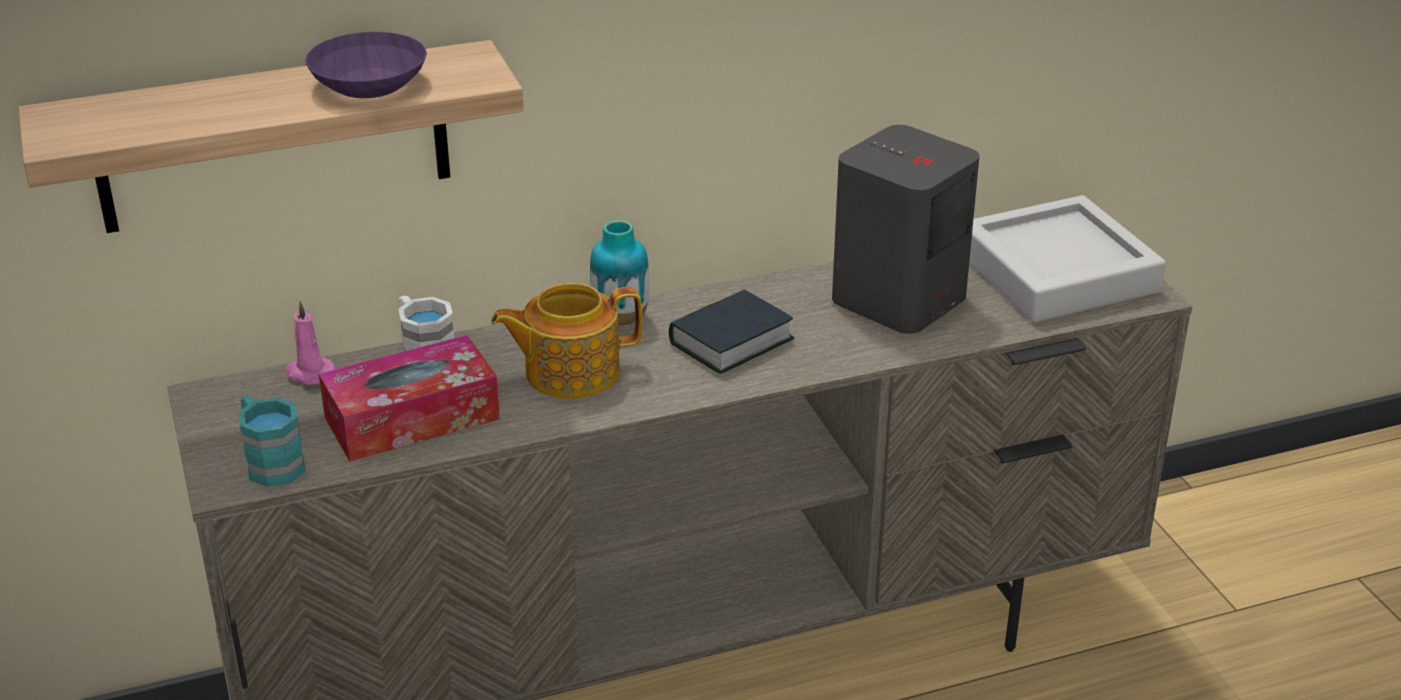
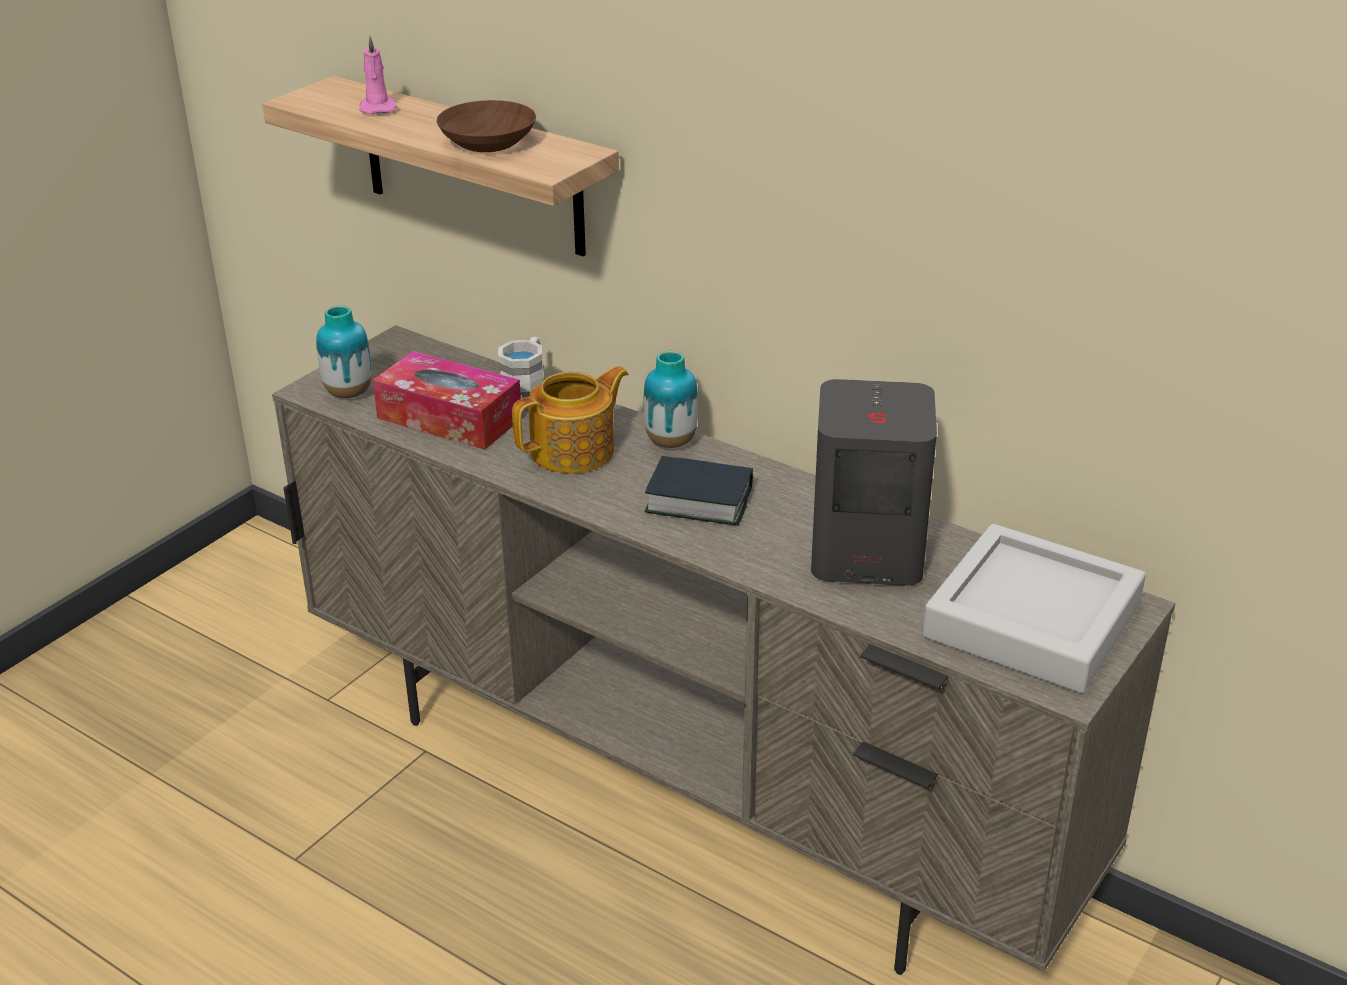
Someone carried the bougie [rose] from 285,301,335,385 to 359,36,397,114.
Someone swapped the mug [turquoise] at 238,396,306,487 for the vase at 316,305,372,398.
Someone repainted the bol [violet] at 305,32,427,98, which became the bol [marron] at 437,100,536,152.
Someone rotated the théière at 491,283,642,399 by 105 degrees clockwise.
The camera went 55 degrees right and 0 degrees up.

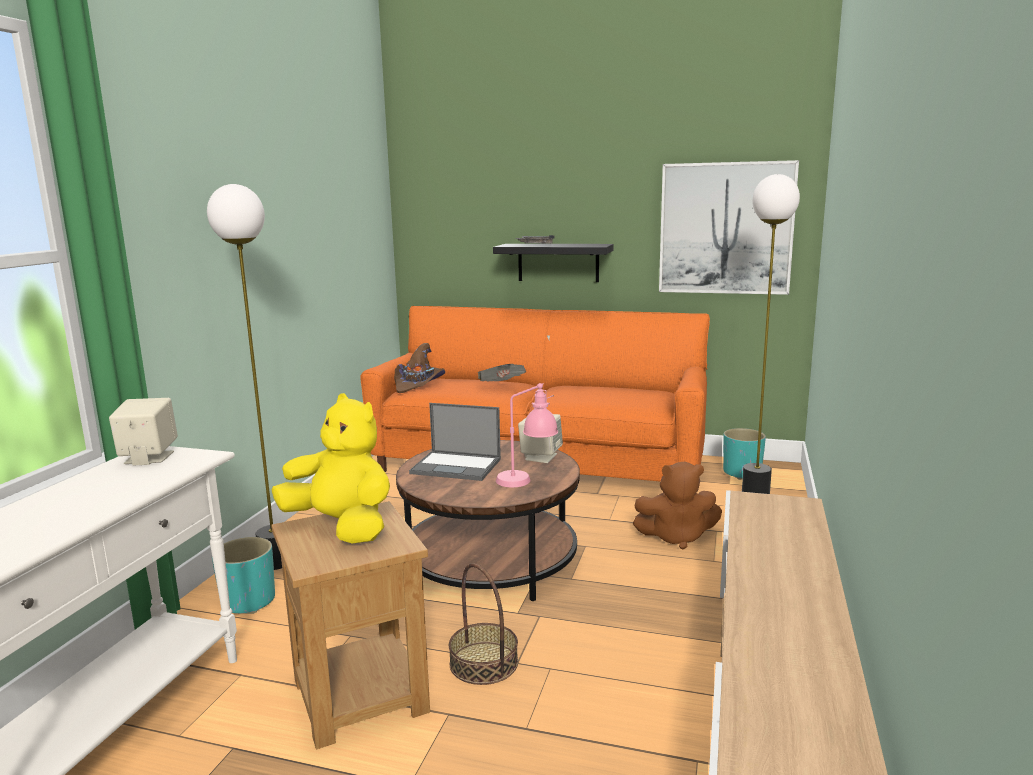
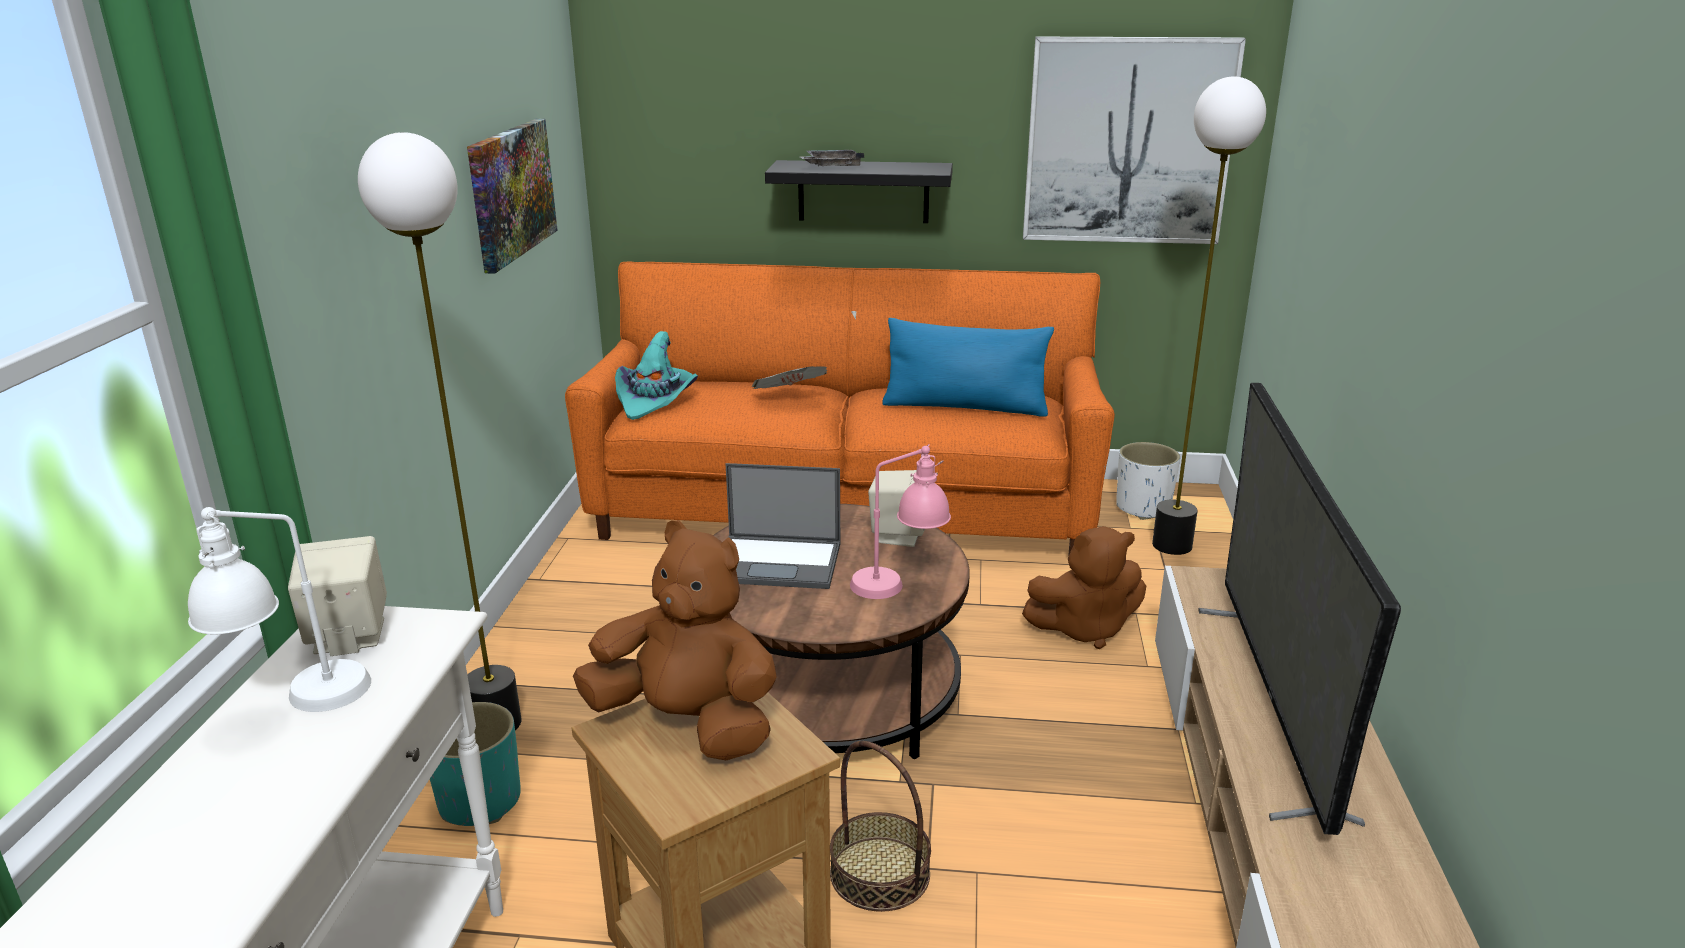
Someone put down the lampe de table [blanc] at 188,507,371,712.
Someone put up the tableau at 467,119,558,274.
Someone put down the coussin [bleu] at 882,318,1054,417.
Someone put down the téléviseur at 1198,383,1401,835.
Someone repainted the peluche [jaune] at 271,393,390,544, which became the peluche [marron] at 573,520,776,760.
Someone repainted the chapeau [marron] at 394,343,445,393, which became the chapeau [turquoise] at 615,331,698,420.
Someone repainted the cache-pot [turquoise] at 723,428,766,480, which became the cache-pot [blanc] at 1116,442,1180,520.
The camera went 10 degrees left and 10 degrees up.

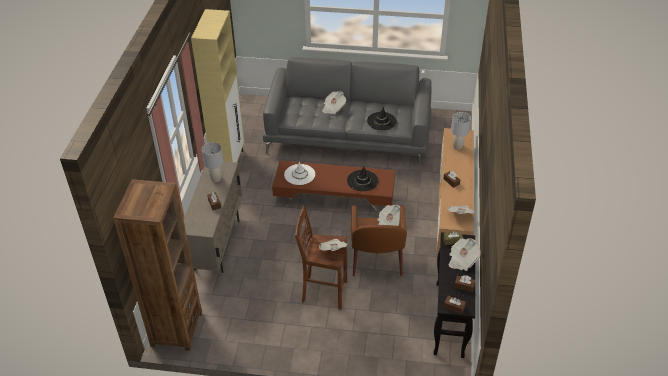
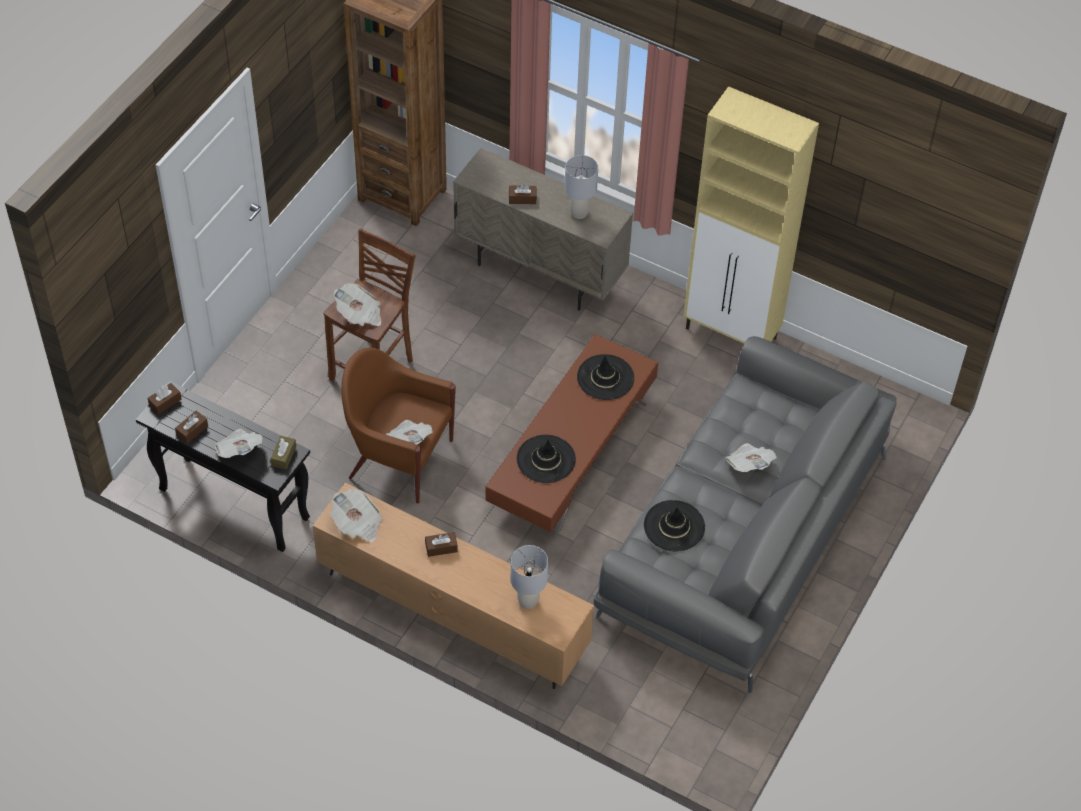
Someone repainted the chapeau [blanc] at 284,161,315,185, which became the chapeau [noir] at 577,354,634,400.
The camera went 110 degrees right and 10 degrees up.

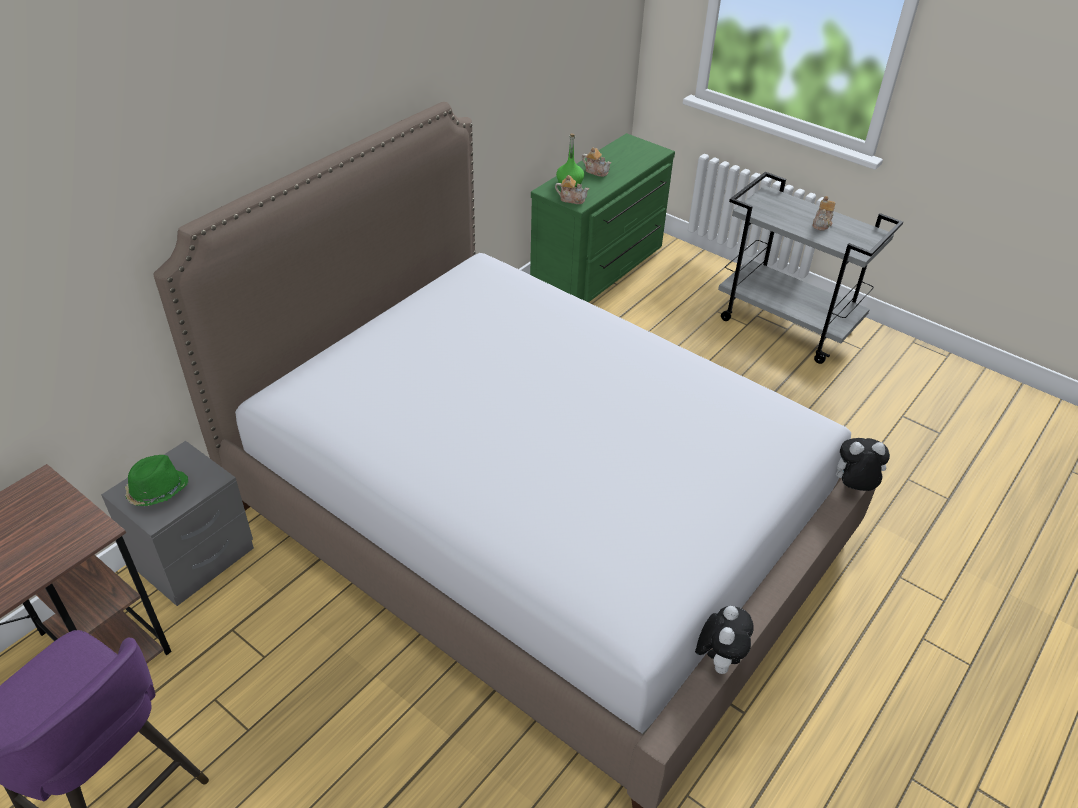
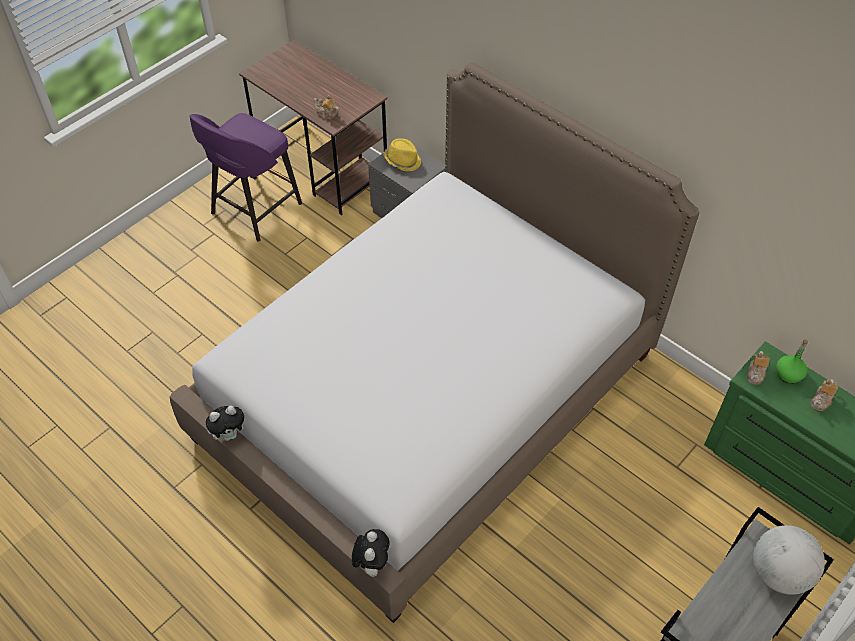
Someone put down the globe at 753,525,825,595.
Someone carried the théière from 812,196,835,230 to 313,95,339,119.
Someone repainted the chapeau [vert] at 125,455,188,506, which became the chapeau [jaune] at 384,138,421,172.
Someone rotated the peluche at 695,606,754,674 by 45 degrees counterclockwise.
The camera went 95 degrees right and 10 degrees up.

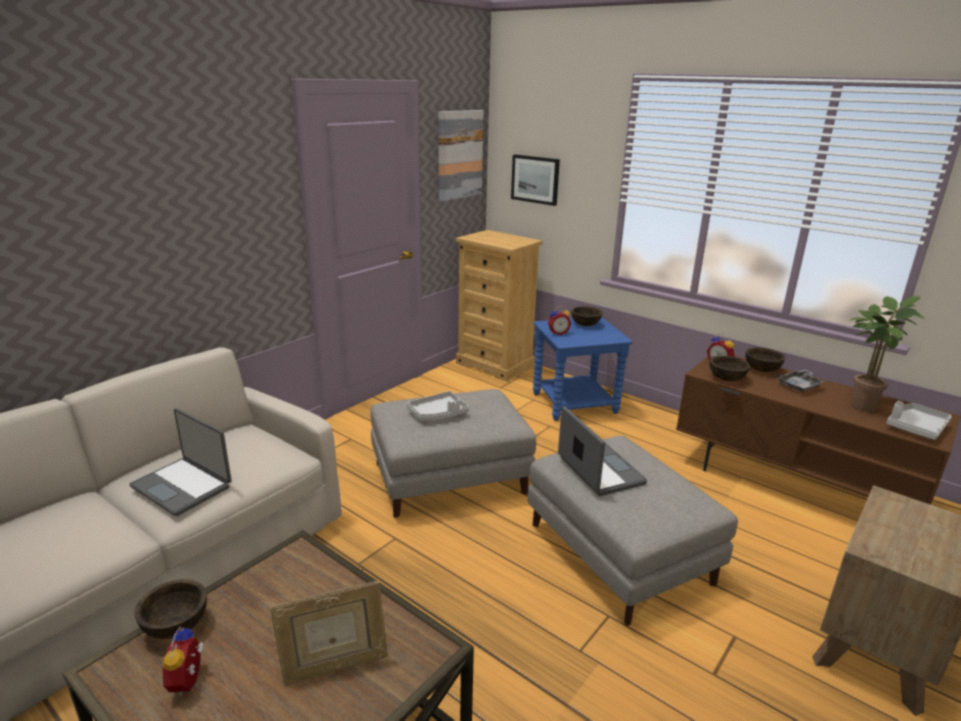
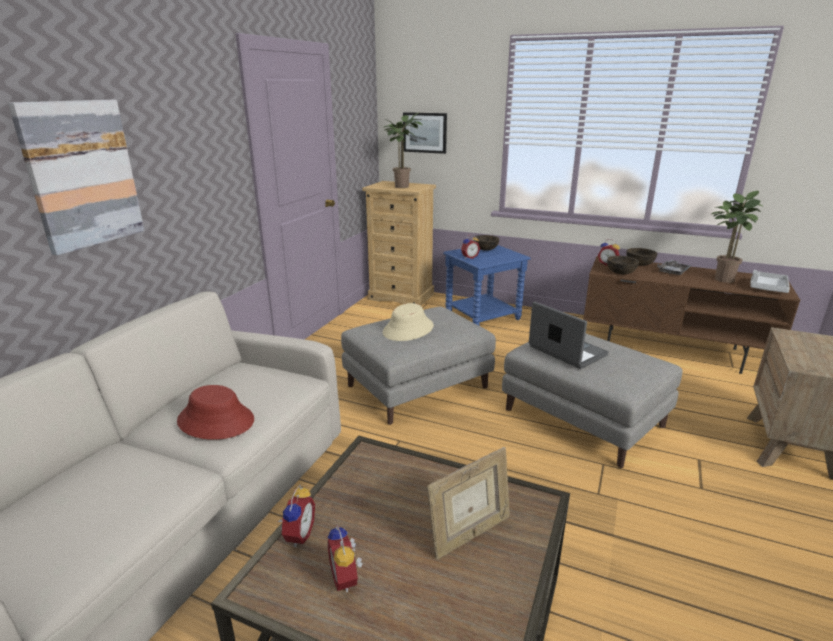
Someone put down the plante en pot at 384,112,422,188.
Someone carried the tableau from 438,110,484,202 to 8,100,145,256.
Someone swapped the ordinateur portable at 129,408,232,517 for the chapeau [rouge] at 177,385,254,440.
Someone swapped the bol [marron] at 134,579,207,639 for the réveil at 278,485,315,547.
Someone swapped the plateau [gris] at 407,391,469,421 for the chapeau [beige] at 383,303,434,341.
The camera went 15 degrees left and 0 degrees up.

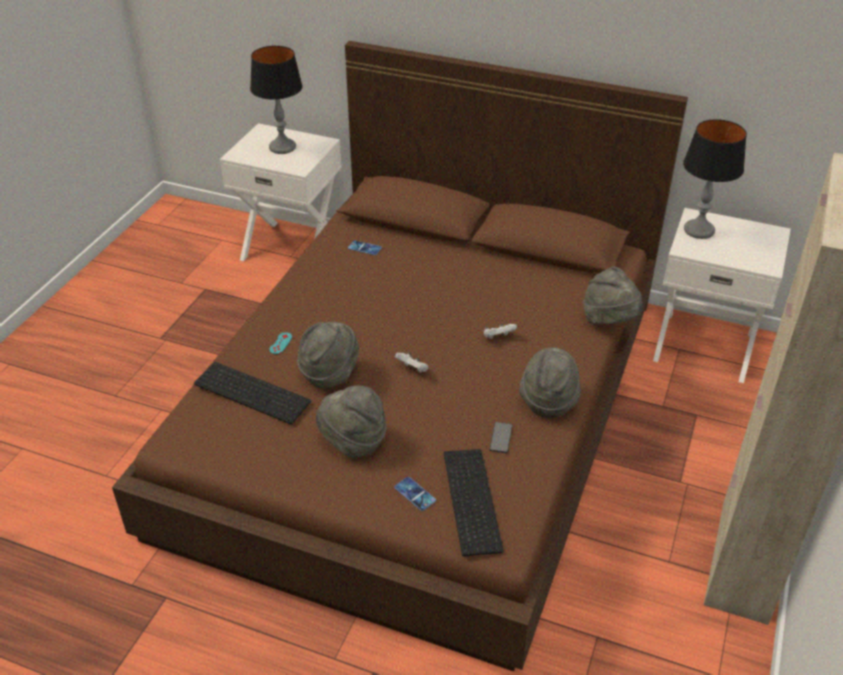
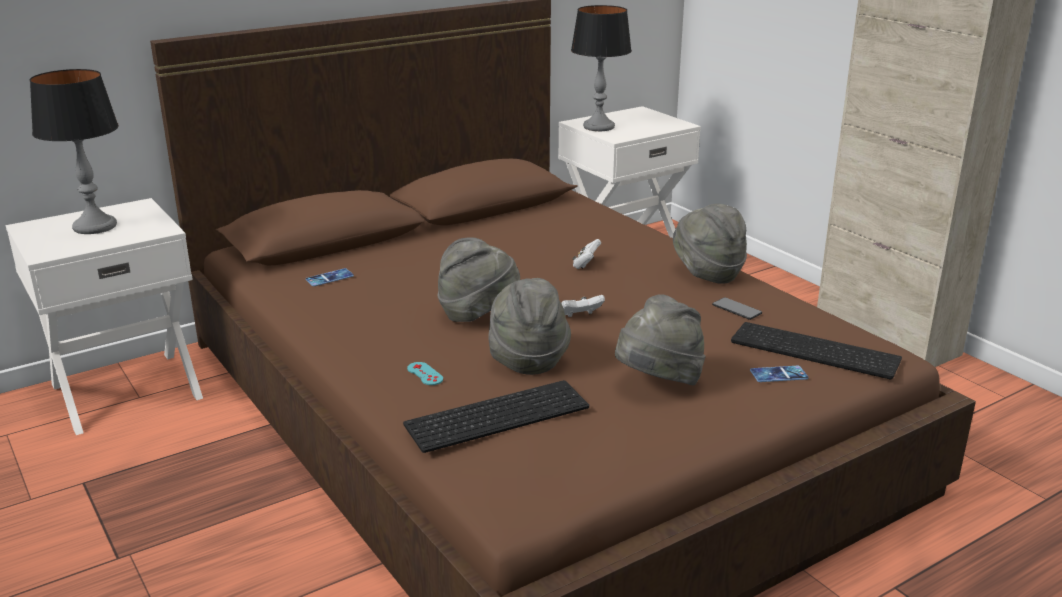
Someone carried the chapeau [gris] from 583,267,643,324 to 438,237,520,322.
The camera went 55 degrees left and 15 degrees down.

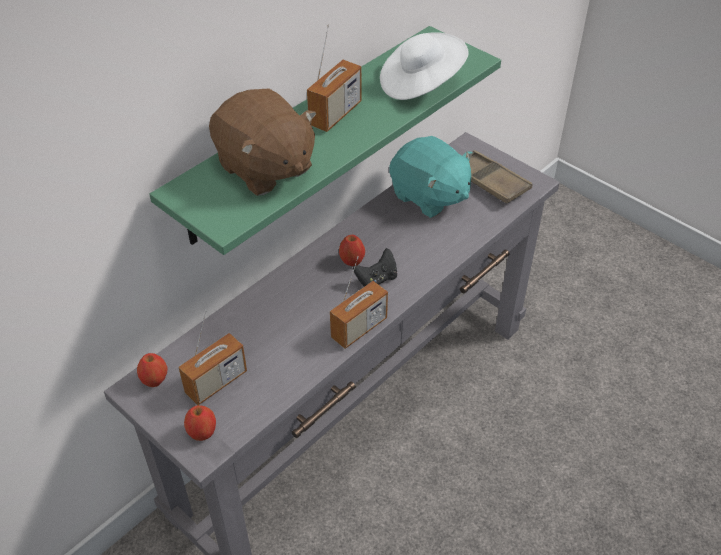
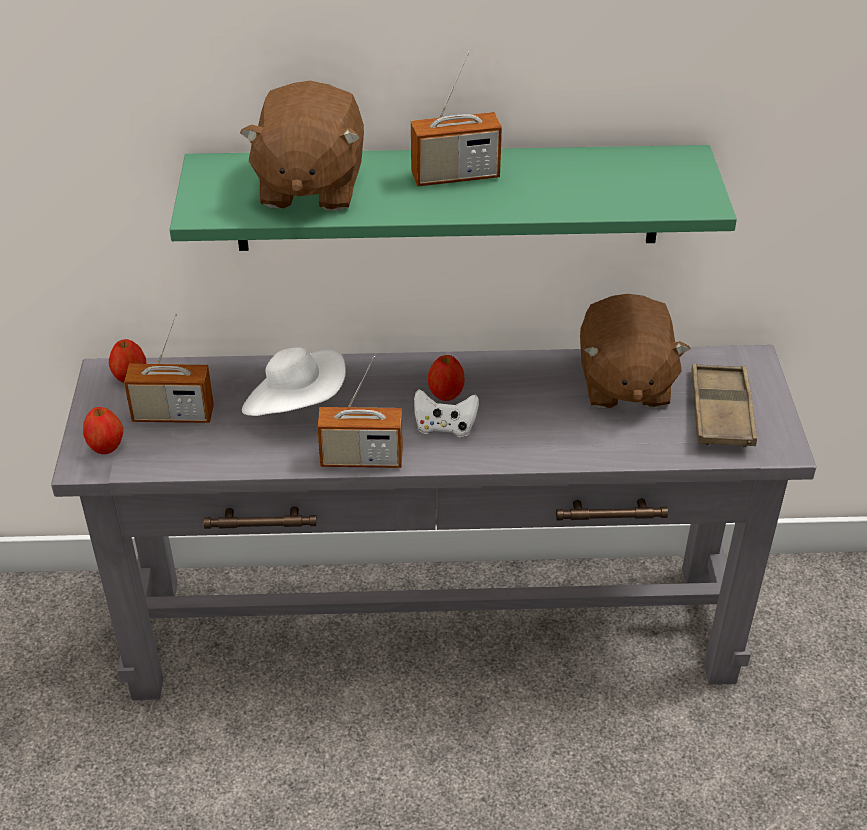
Someone carried the chapeau [blanc] from 380,32,469,100 to 242,347,346,416.
Someone repainted the manette [noir] at 353,248,397,287, which became the manette [blanc] at 414,389,479,438.
Someone repainted the peluche [turquoise] at 389,136,473,218, which became the peluche [marron] at 580,294,690,408.
The camera went 45 degrees right and 5 degrees down.

